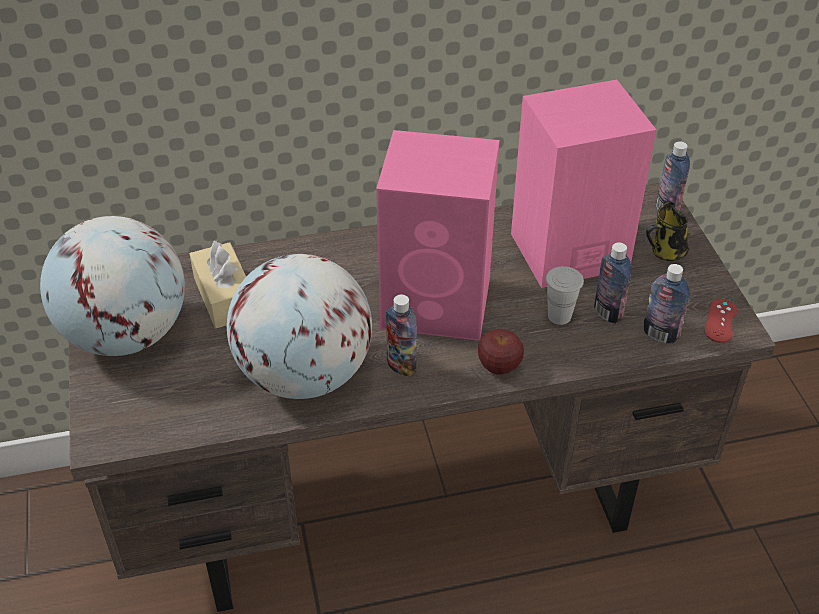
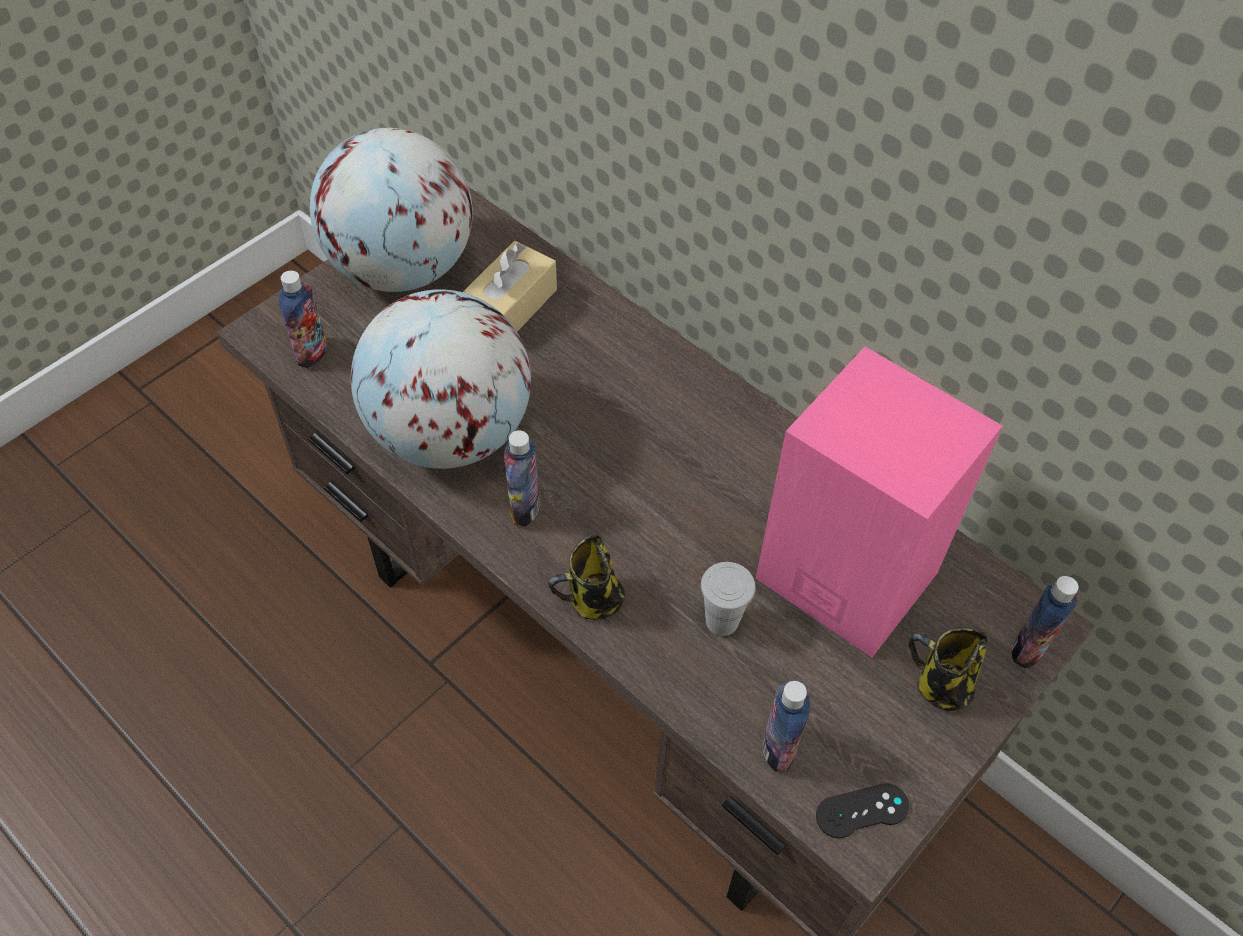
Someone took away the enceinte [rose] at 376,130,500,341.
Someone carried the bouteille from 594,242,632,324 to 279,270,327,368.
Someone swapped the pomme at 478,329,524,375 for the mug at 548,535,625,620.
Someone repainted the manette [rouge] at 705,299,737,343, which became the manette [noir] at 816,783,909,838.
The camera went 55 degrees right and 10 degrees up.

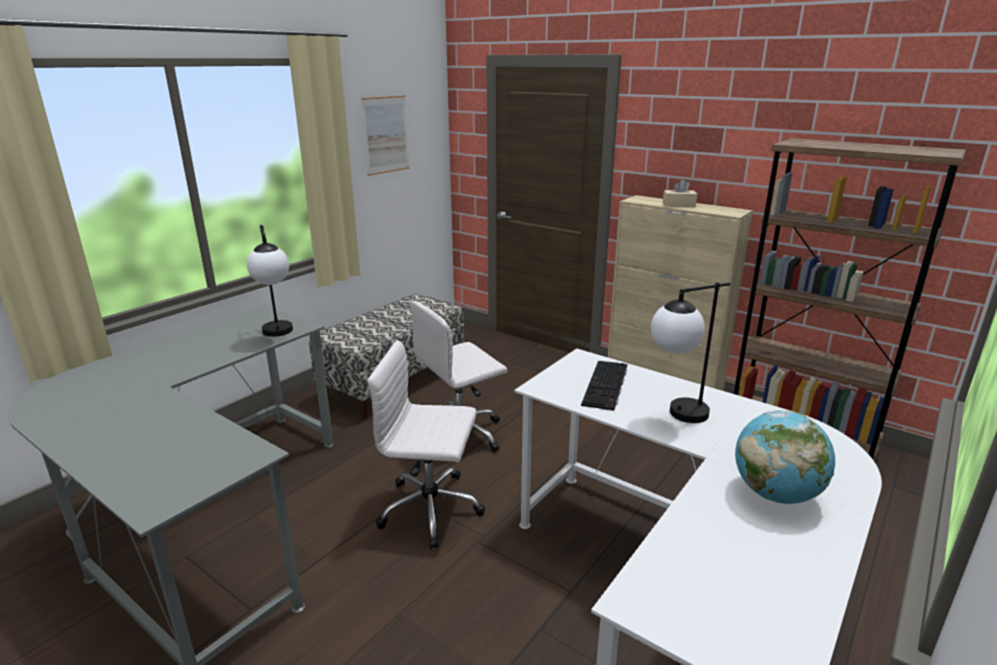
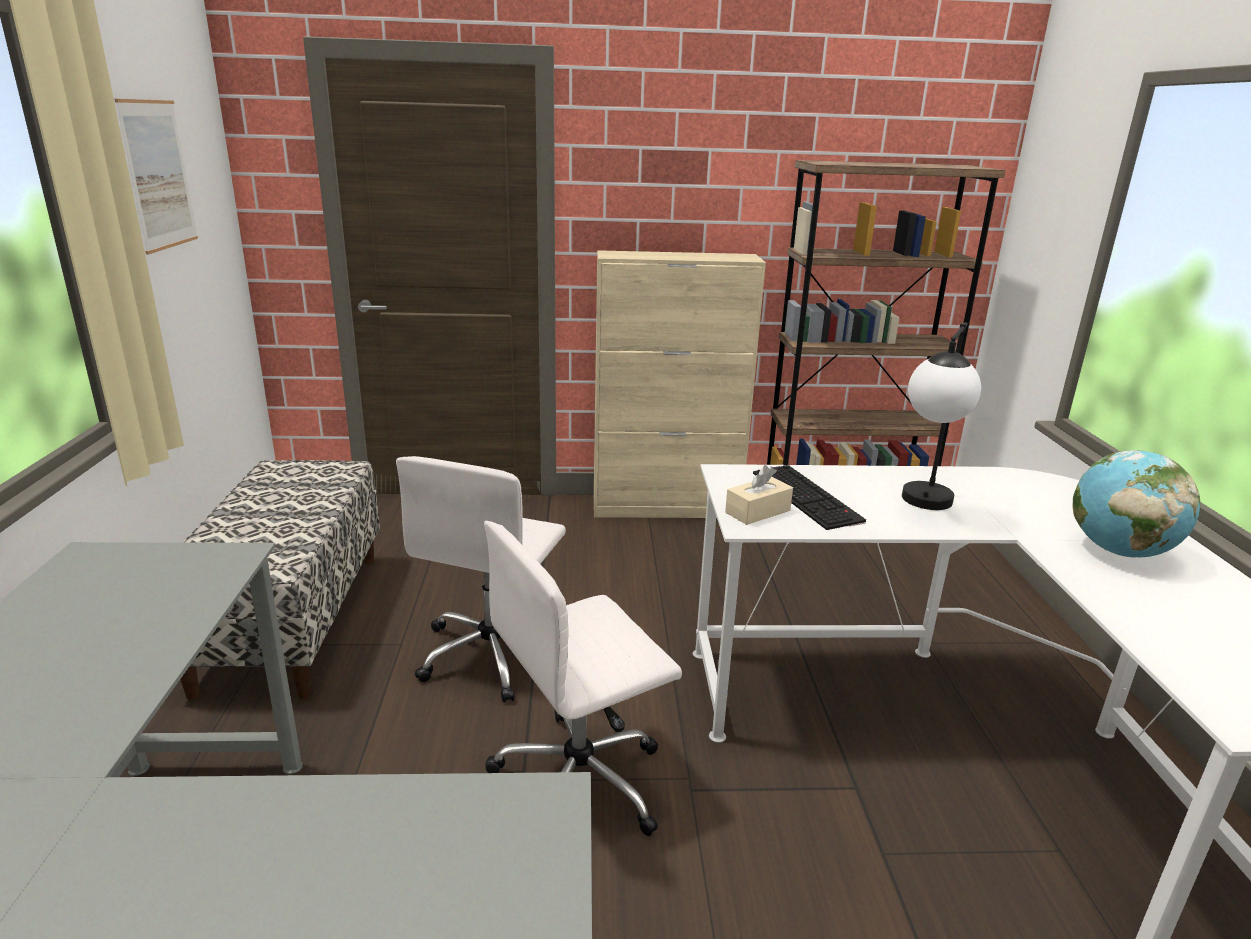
Someone took away the lampe de table at 247,225,293,337.
Someone carried the boîte à mouchoirs [beige] from 663,179,697,207 to 725,465,793,525.
The camera went 40 degrees left and 0 degrees up.

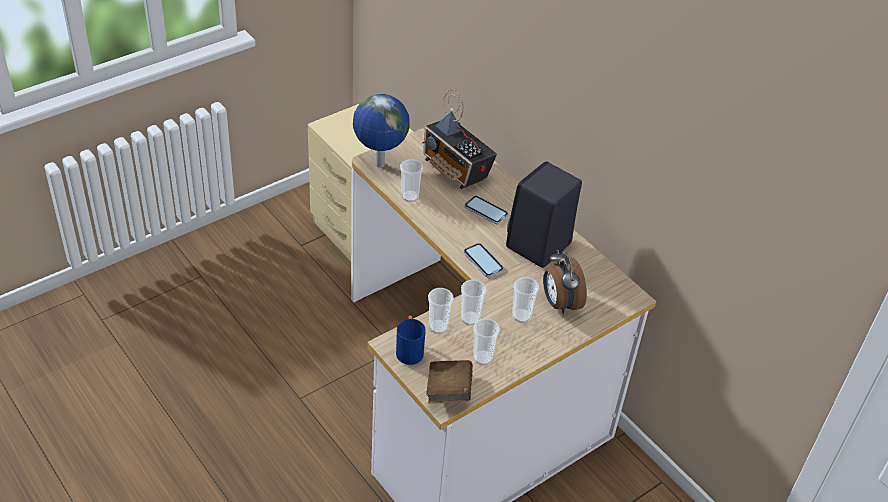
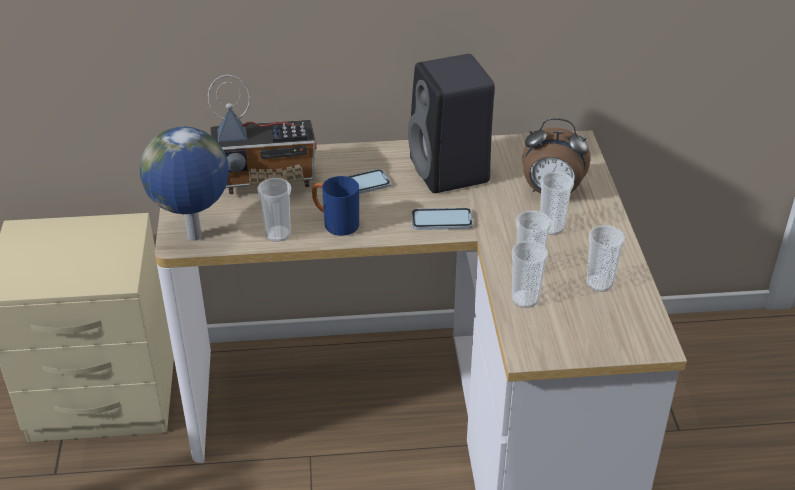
Someone took away the livre [marron] at 426,360,473,404.
Someone carried the mug [bleu] from 396,315,426,365 to 312,176,359,236.
The camera went 55 degrees left and 5 degrees down.

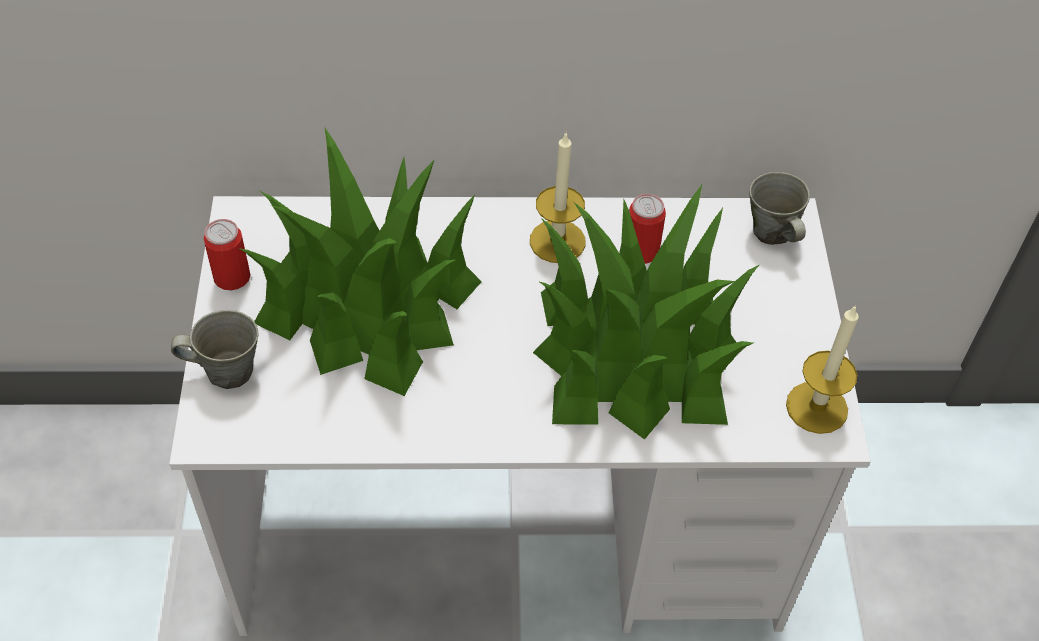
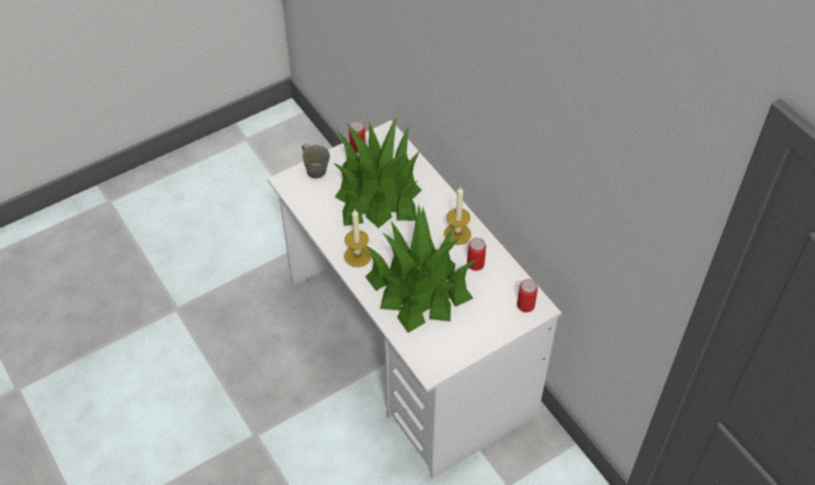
Someone carried the bougie from 786,305,859,434 to 344,210,372,267.
Someone swapped the mug [gris] at 749,172,810,245 for the boîte métallique at 517,279,538,312.
The camera went 60 degrees right and 0 degrees up.

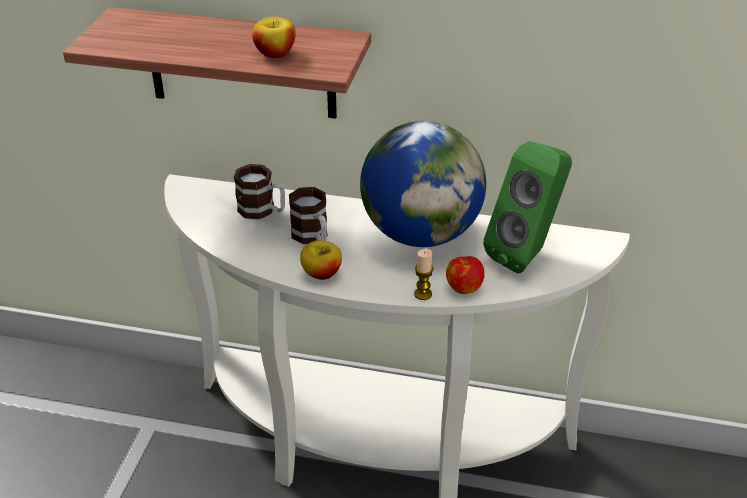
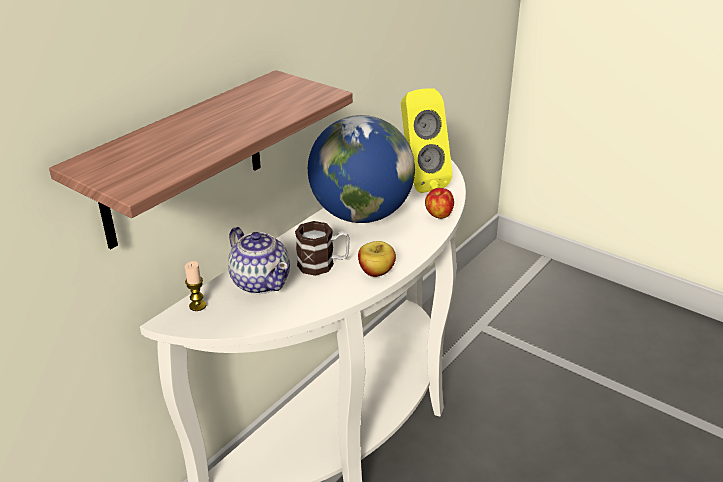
Someone took away the pomme at 252,17,296,58.
Someone carried the bougie from 414,249,433,300 to 185,261,206,311.
Someone swapped the mug at 234,164,285,219 for the théière at 228,227,290,294.
Someone repainted the enceinte [vert] at 483,141,572,273, which became the enceinte [jaune] at 401,88,453,193.
The camera went 65 degrees left and 5 degrees down.

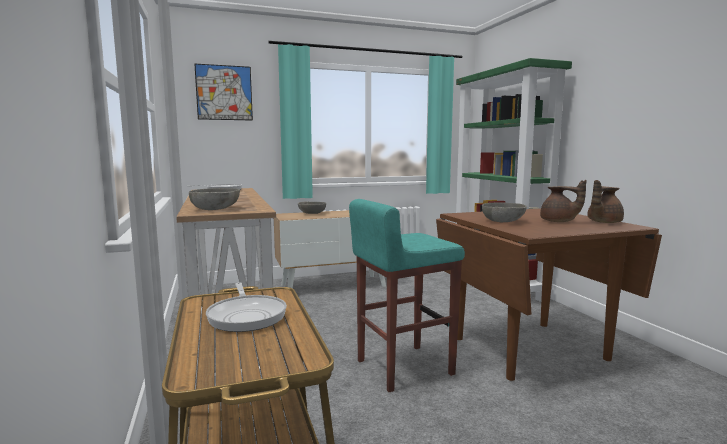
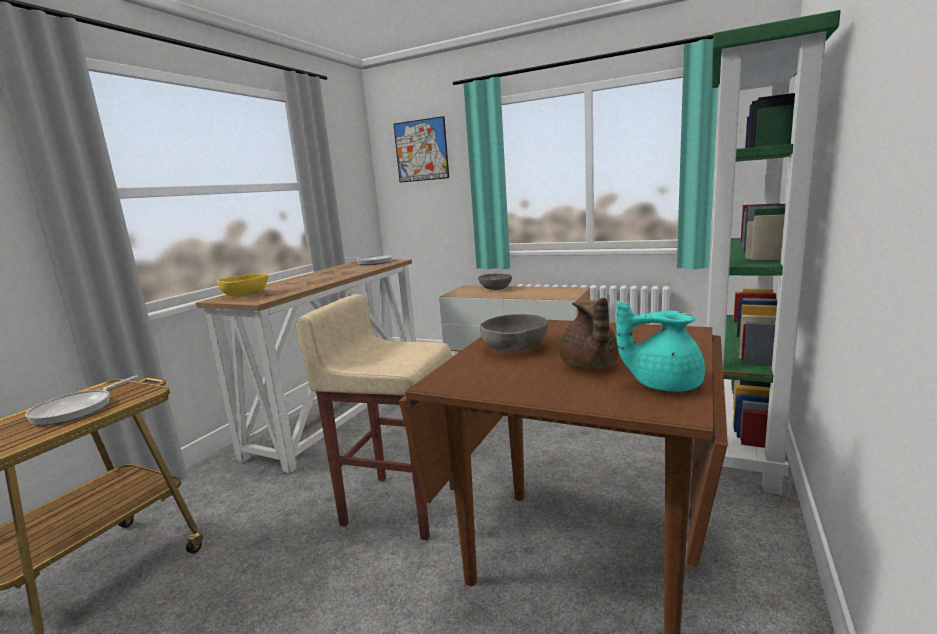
Someone repainted the bol [gris] at 189,188,240,210, which became the bol [jaune] at 217,273,268,297.
Someone repainted the tabouret [turquoise] at 349,199,465,392, which became the tabouret [beige] at 295,294,454,540.
Someone repainted the théière [marron] at 587,180,624,223, which became the théière [turquoise] at 616,301,705,392.
The camera went 45 degrees right and 5 degrees up.

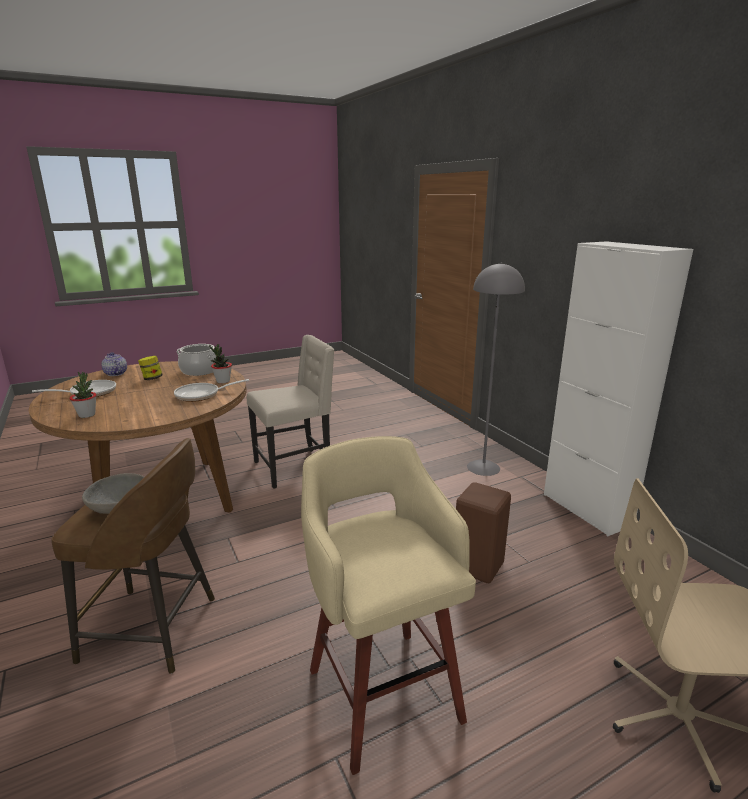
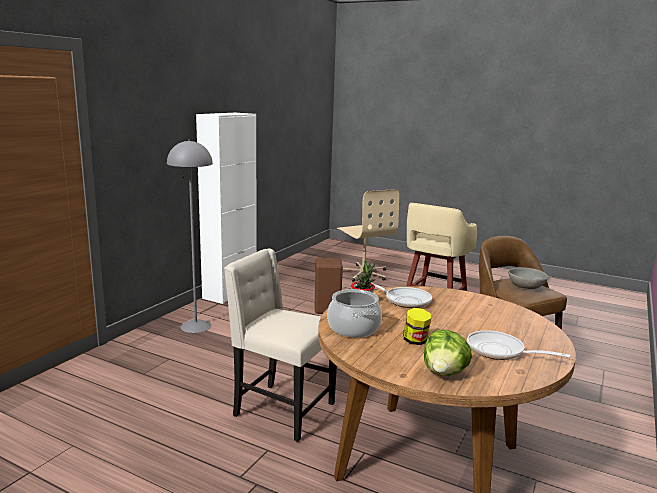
Someone took away the plante en pot at 69,372,96,418.
Someone swapped the théière at 101,352,127,376 for the laitue at 424,330,472,376.
The camera went 125 degrees left and 5 degrees down.

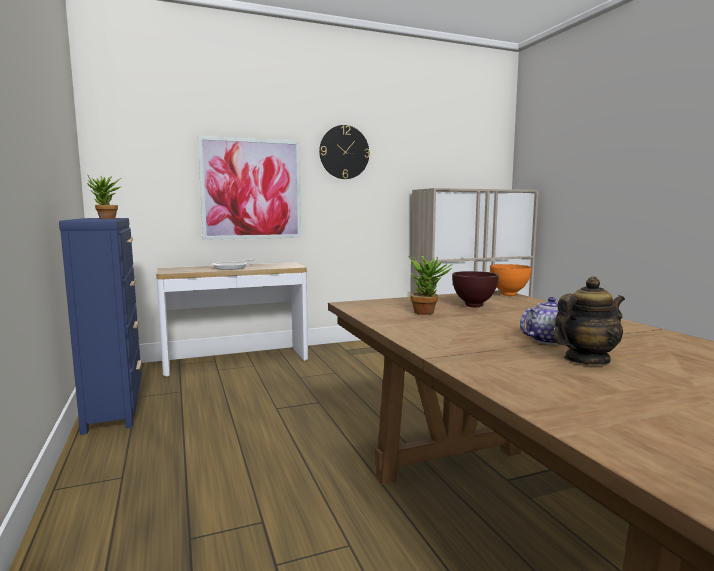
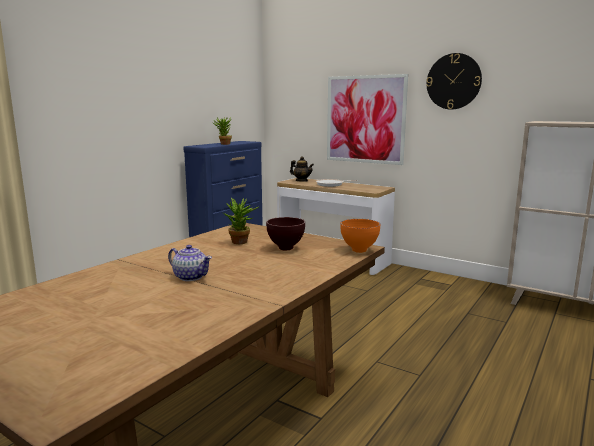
Someone carried the théière from 553,276,625,365 to 290,156,314,182.
The camera went 55 degrees right and 5 degrees up.

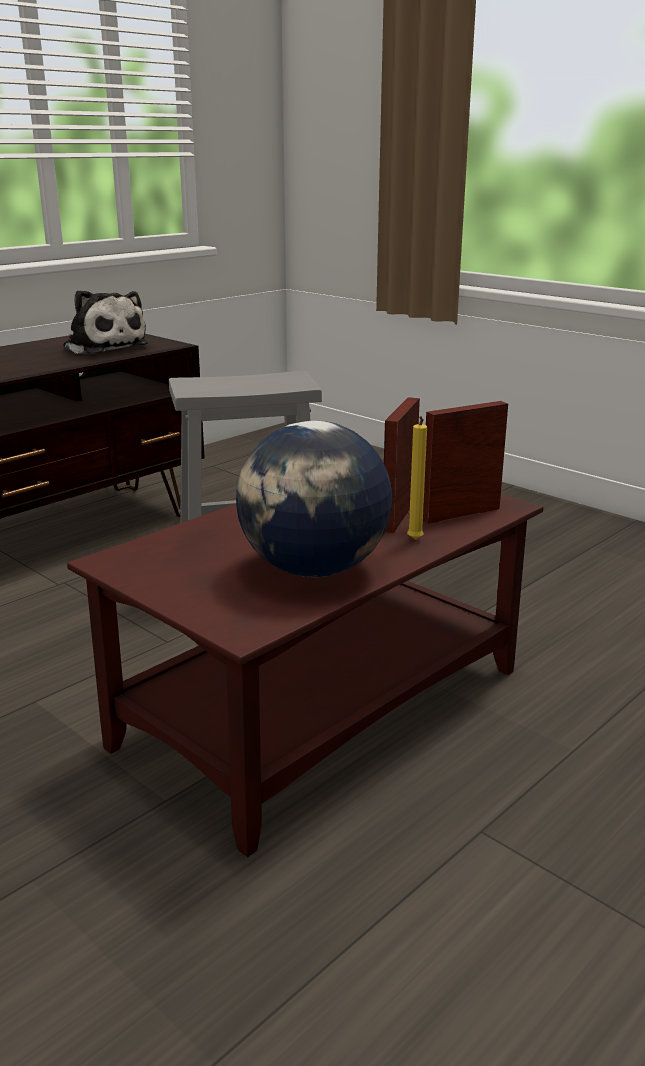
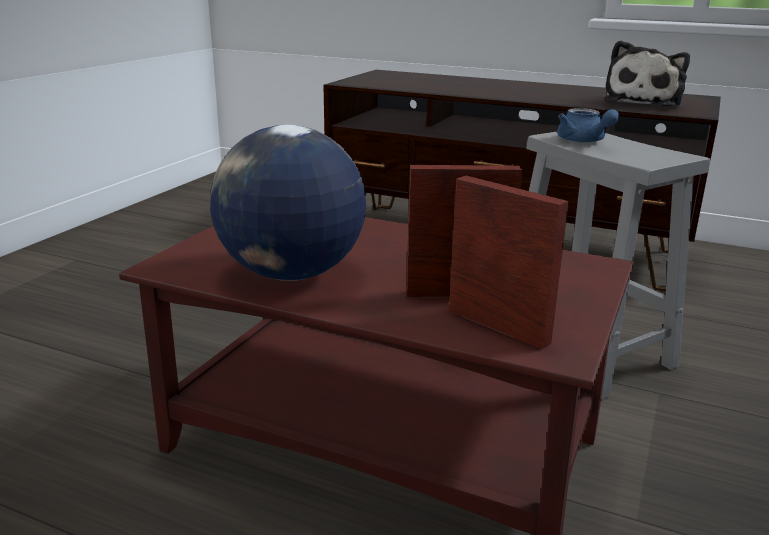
Someone took away the bougie [jaune] at 407,416,427,540.
Someone put down the théière [bleu] at 557,108,619,143.
The camera went 70 degrees right and 0 degrees up.

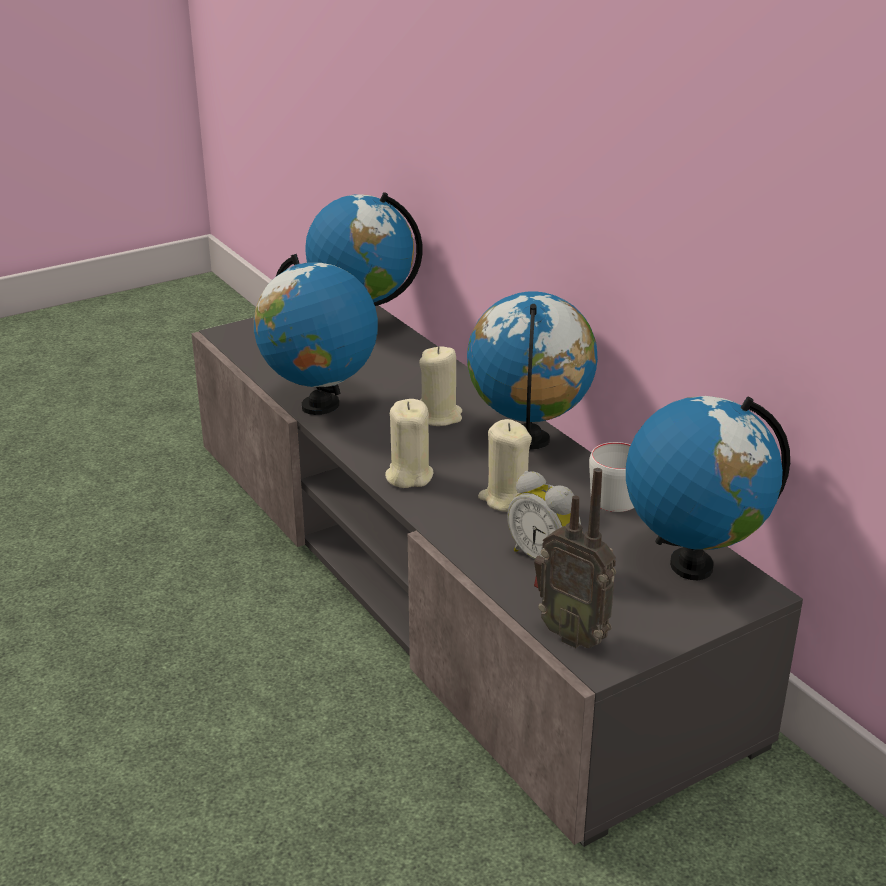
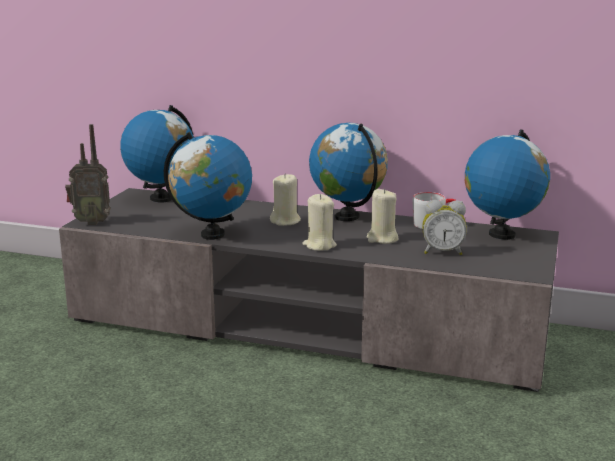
Someone carried the radio from 534,468,616,648 to 65,124,111,225.
The camera went 40 degrees left and 10 degrees down.

